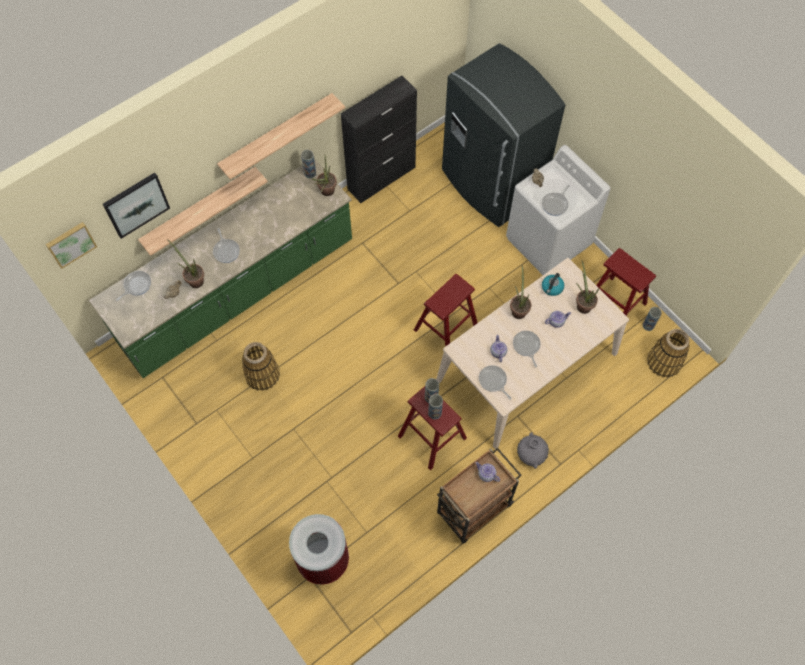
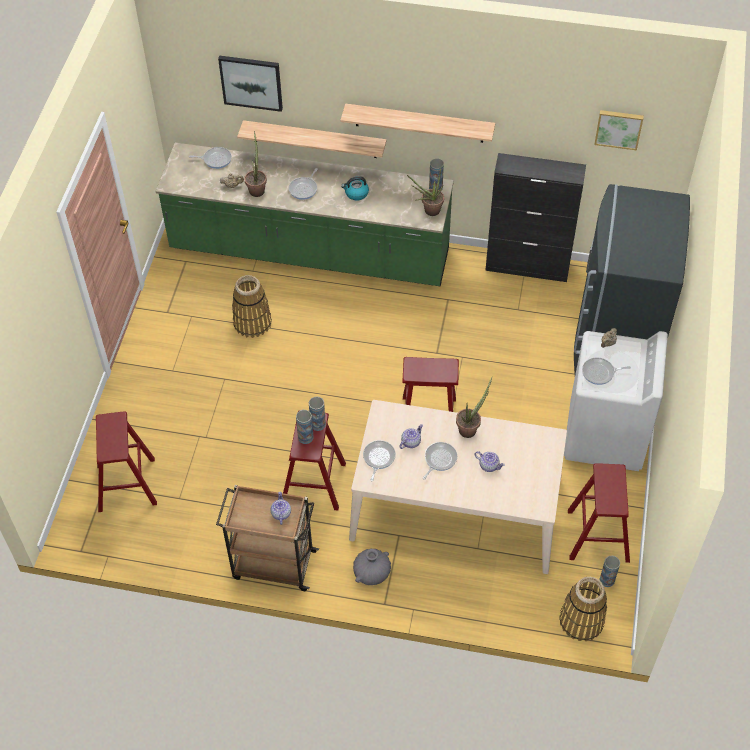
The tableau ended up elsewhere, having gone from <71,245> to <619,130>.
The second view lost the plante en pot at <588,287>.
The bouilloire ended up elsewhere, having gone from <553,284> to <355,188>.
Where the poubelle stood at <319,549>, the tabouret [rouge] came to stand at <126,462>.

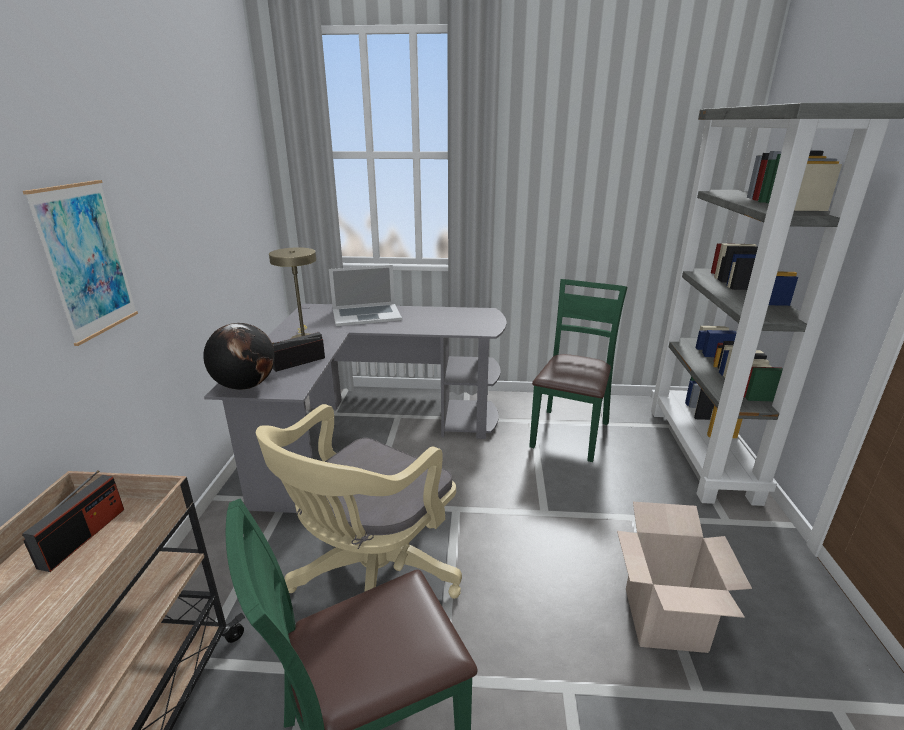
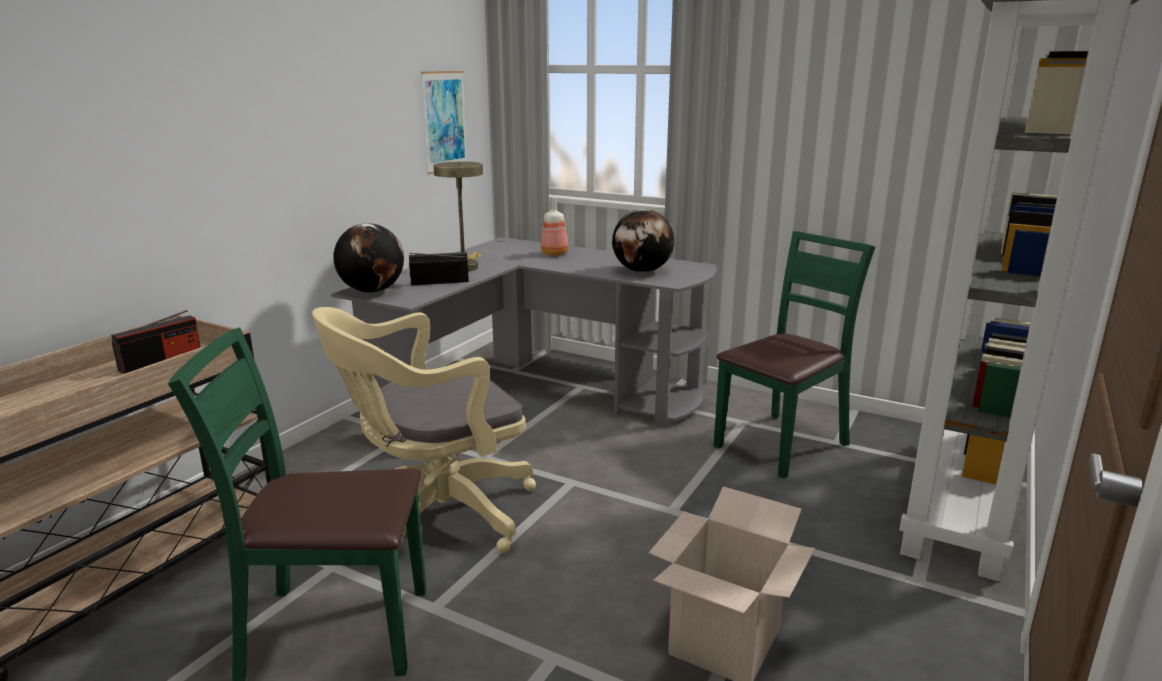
The tableau ended up elsewhere, having gone from <80,263> to <444,122>.
Where the ordinateur portable stood at <365,295>, the bouteille came to stand at <554,226>.
The second view gained the globe at <643,240>.

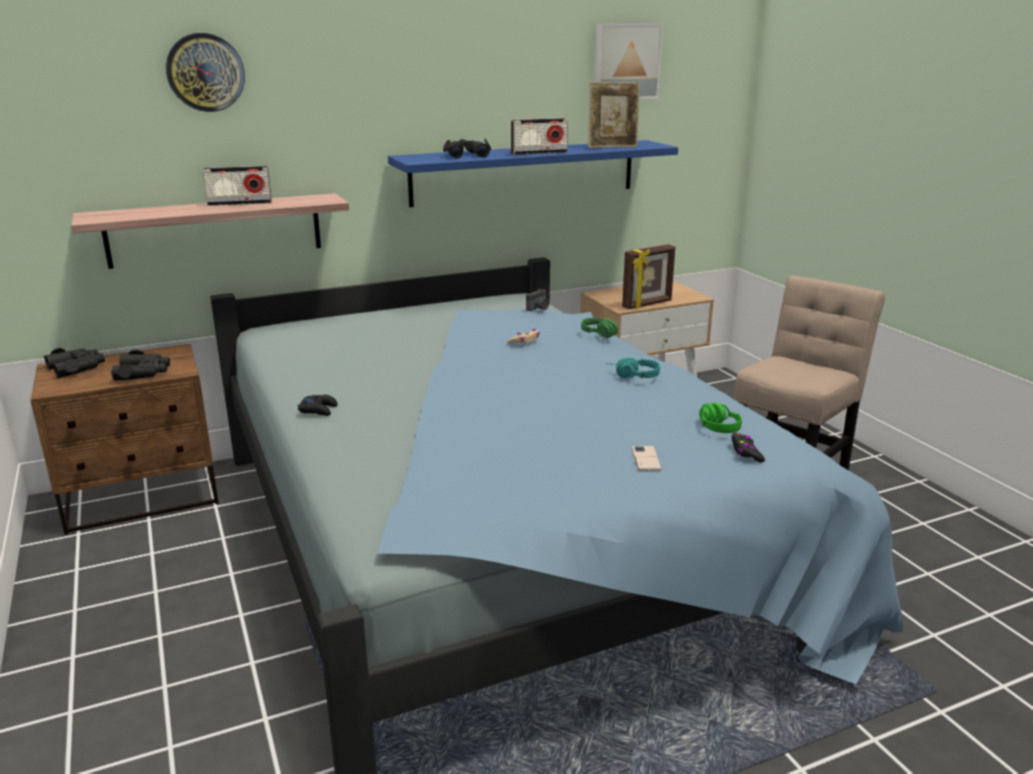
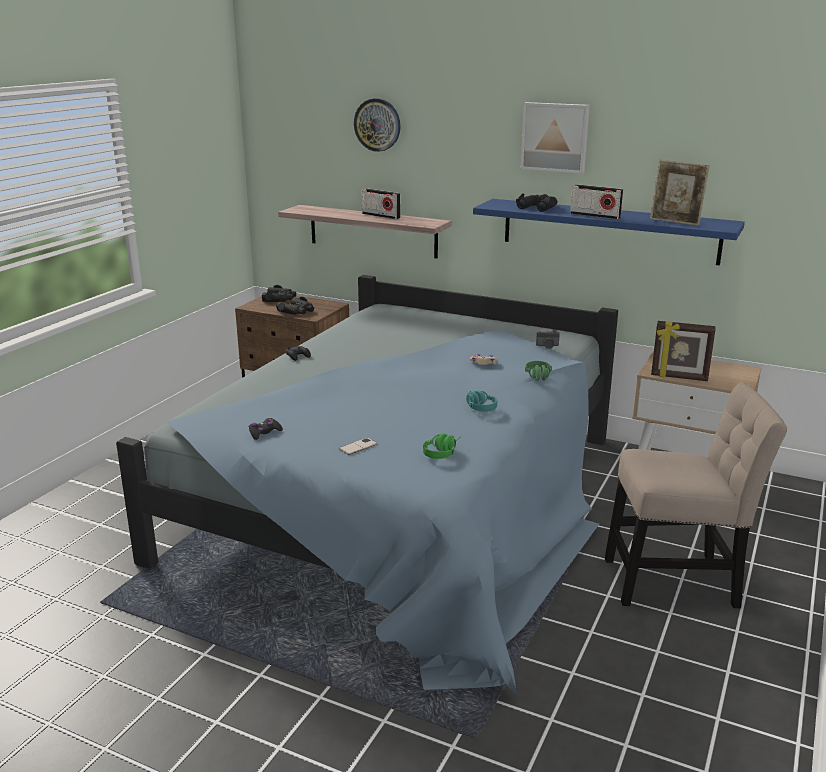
The tableau ended up elsewhere, having gone from <629,61> to <555,137>.
The manette [noir] ended up elsewhere, having gone from <748,447> to <266,429>.

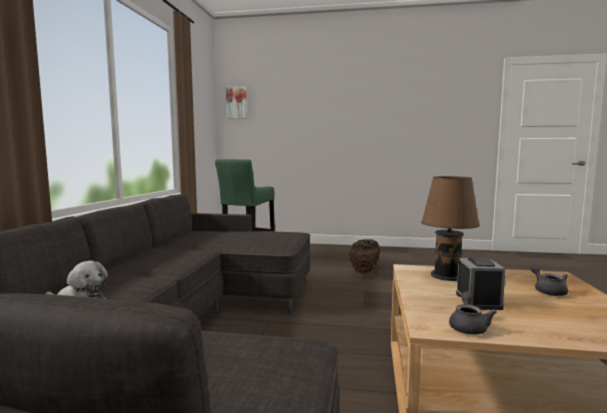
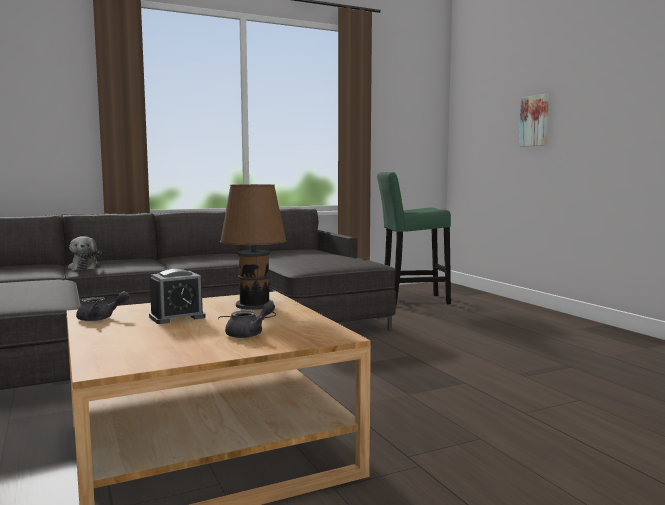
The tableau ended up elsewhere, having gone from <236,102> to <534,120>.
The second view lost the panier at <364,256>.

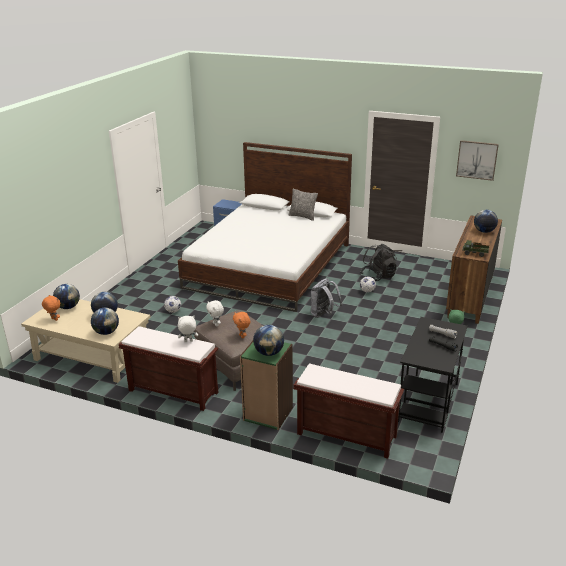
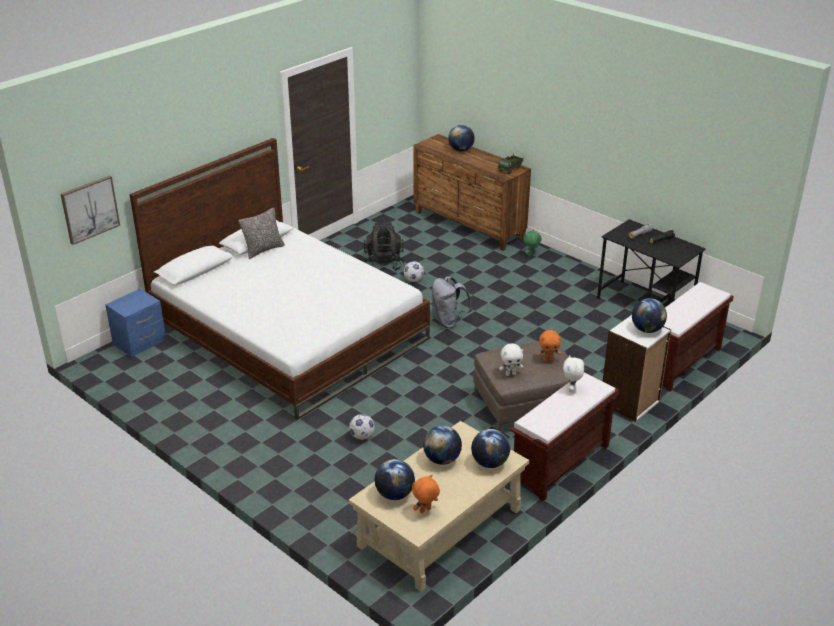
The tableau ended up elsewhere, having gone from <477,160> to <90,210>.
What was the bibliothèque [vert] at <266,385> turned into the bibliothèque [blanc] at <637,368>.

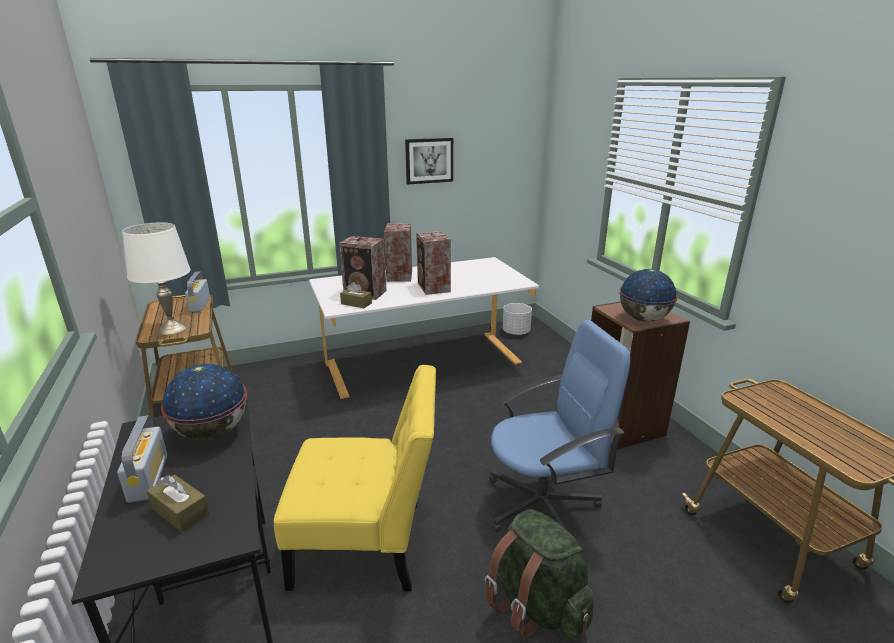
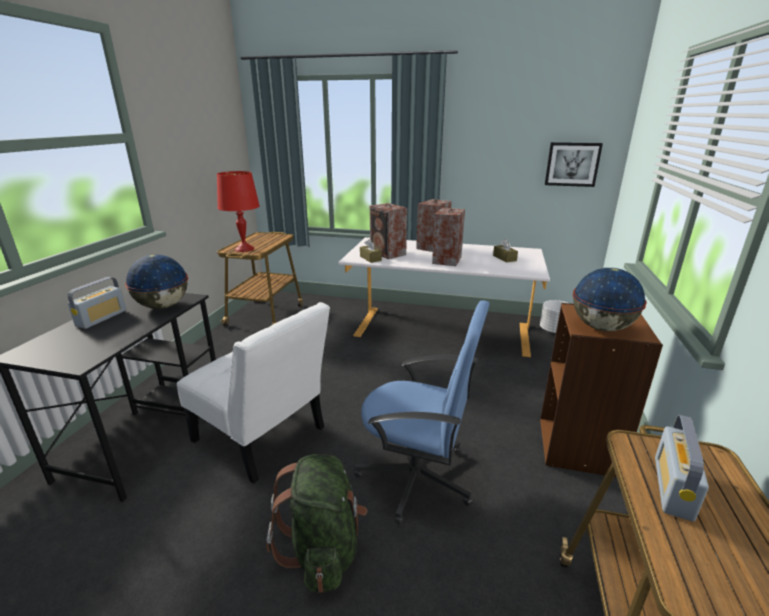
The tableau ended up elsewhere, having gone from <429,161> to <574,164>.
What was the lampe de table [blanc] at <156,278> turned into the lampe de table [rouge] at <238,211>.
The radio ended up elsewhere, having gone from <197,292> to <682,468>.
What was the chaise [jaune] at <355,478> turned into the chaise [blanc] at <253,393>.
The boîte à mouchoirs [marron] ended up elsewhere, having gone from <178,503> to <505,250>.

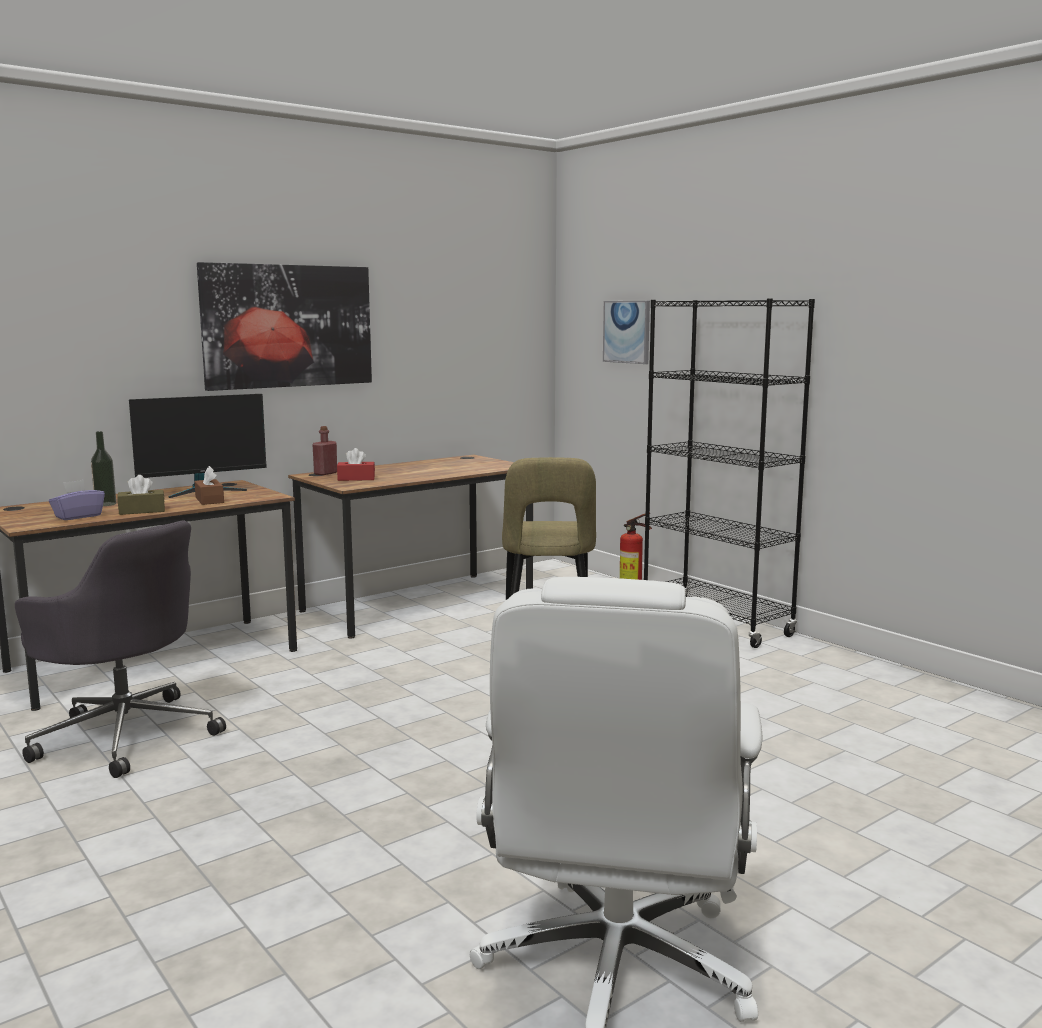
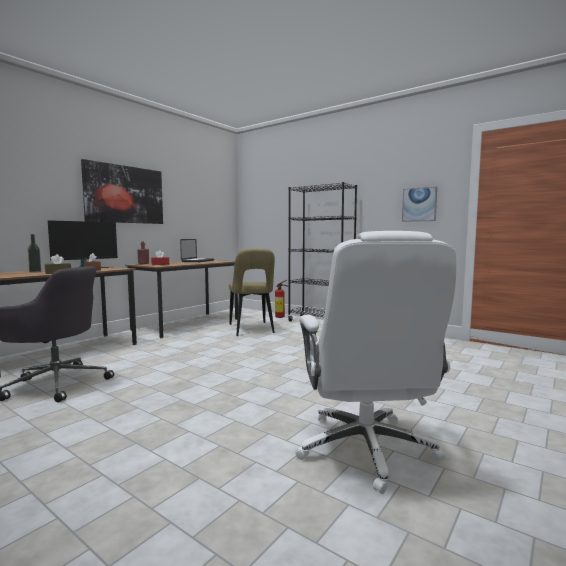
The tableau ended up elsewhere, having gone from <626,332> to <419,204>.
The second view lost the boîte à mouchoirs [violet] at <77,500>.
The second view gained the ordinateur portable at <197,250>.

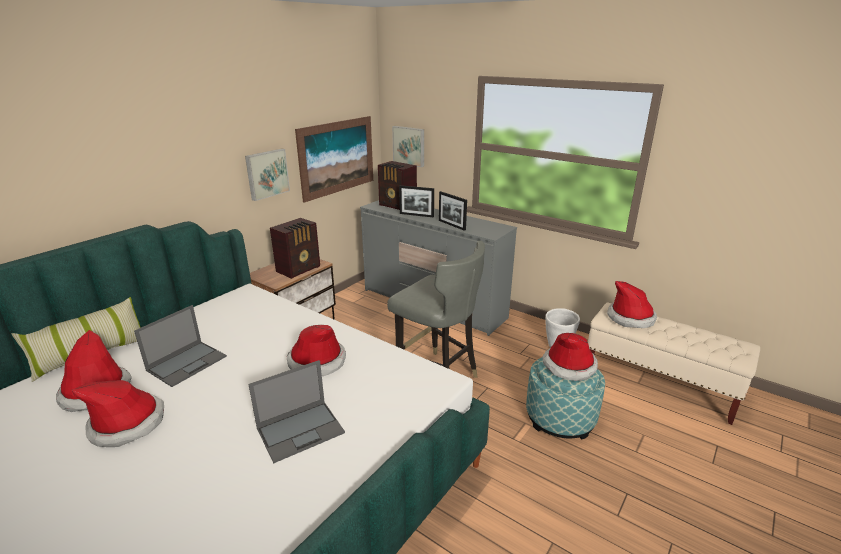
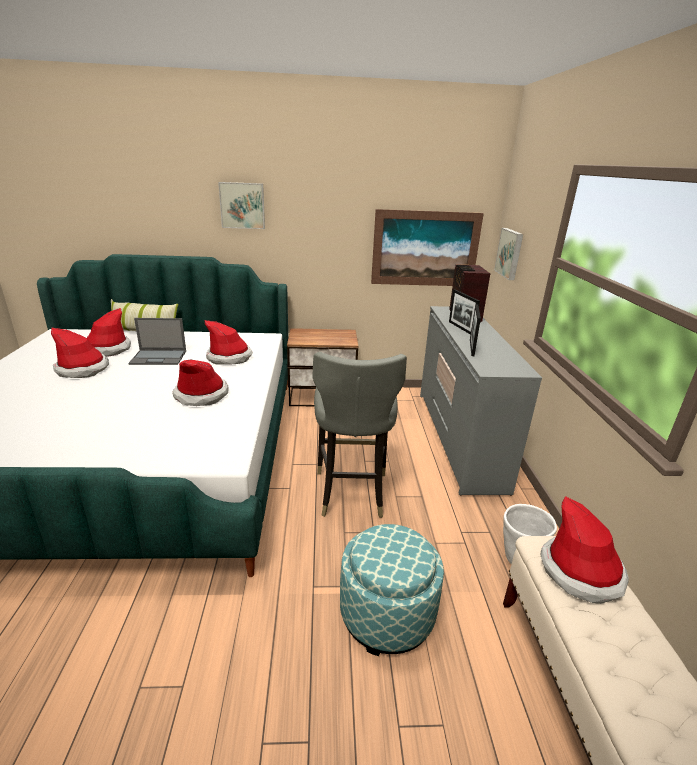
The tableau ended up elsewhere, having gone from <267,174> to <241,205>.
The second view lost the radio at <295,248>.
The chapeau ended up elsewhere, having gone from <570,357> to <229,342>.
The second view lost the ordinateur portable at <296,411>.

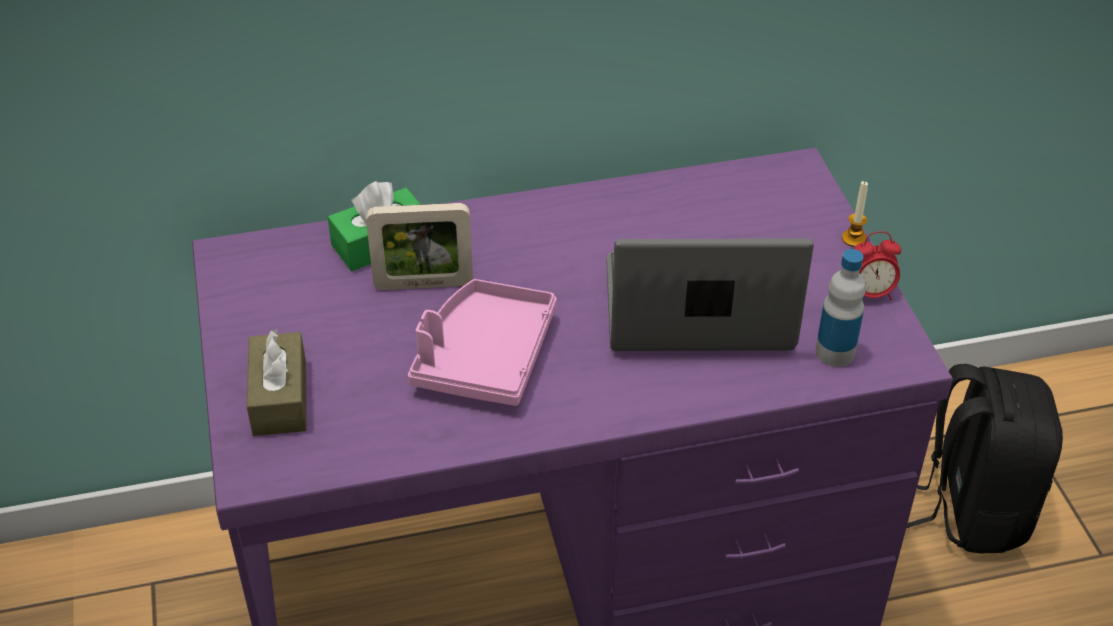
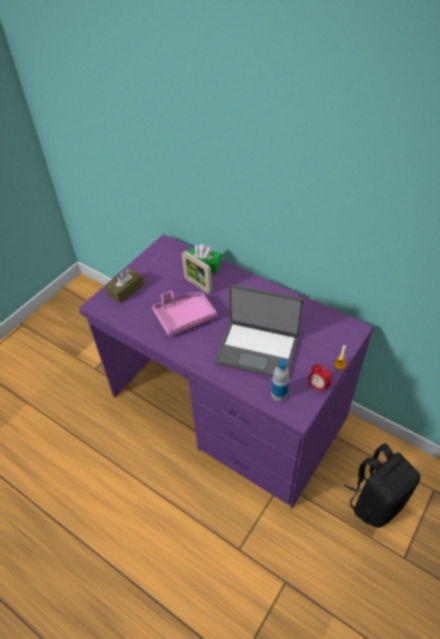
The ordinateur portable at <710,294> ended up facing another way, 150 degrees clockwise from before.

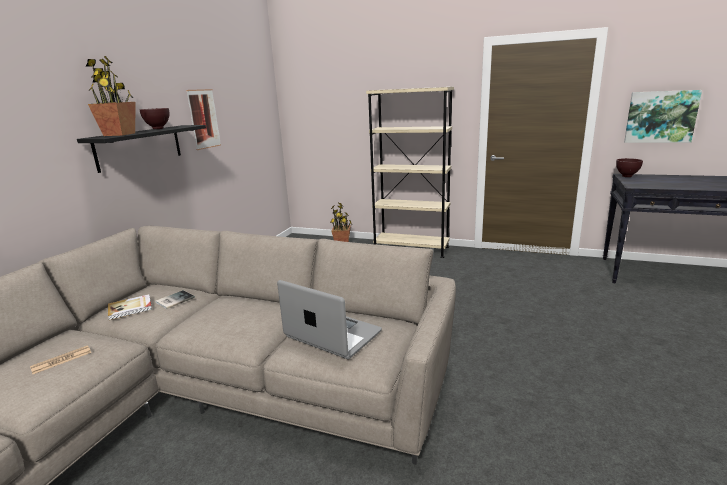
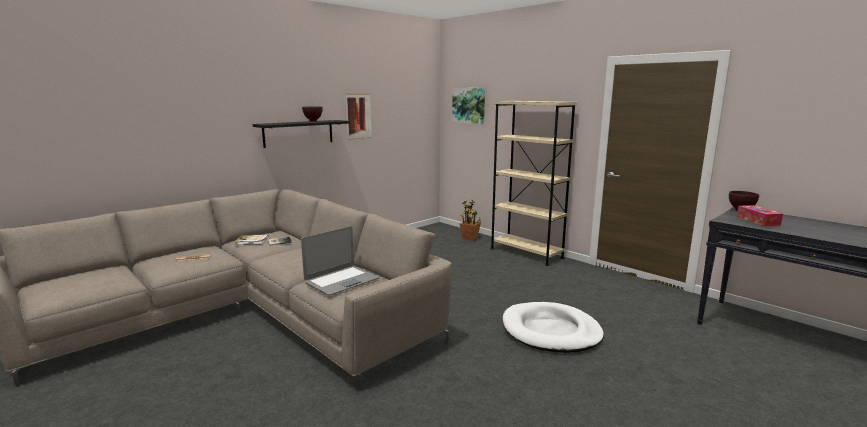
The second view lost the plante en pot at <111,96>.
The tableau ended up elsewhere, having gone from <663,116> to <468,106>.
The ordinateur portable at <329,319> ended up facing another way, 75 degrees clockwise from before.
The second view gained the boîte à mouchoirs at <760,215>.
The second view gained the panier pour chien [blanc] at <553,327>.

